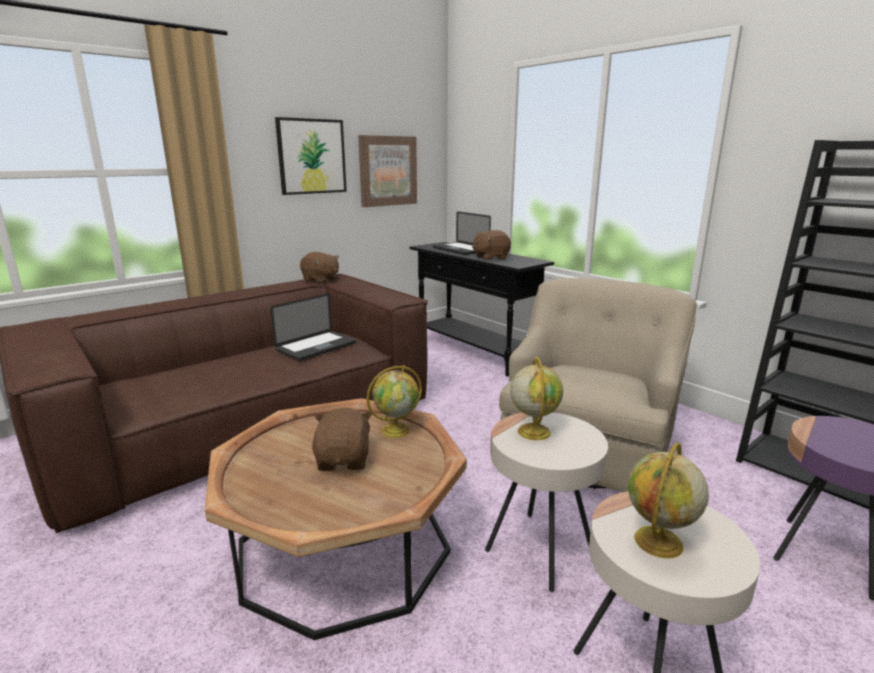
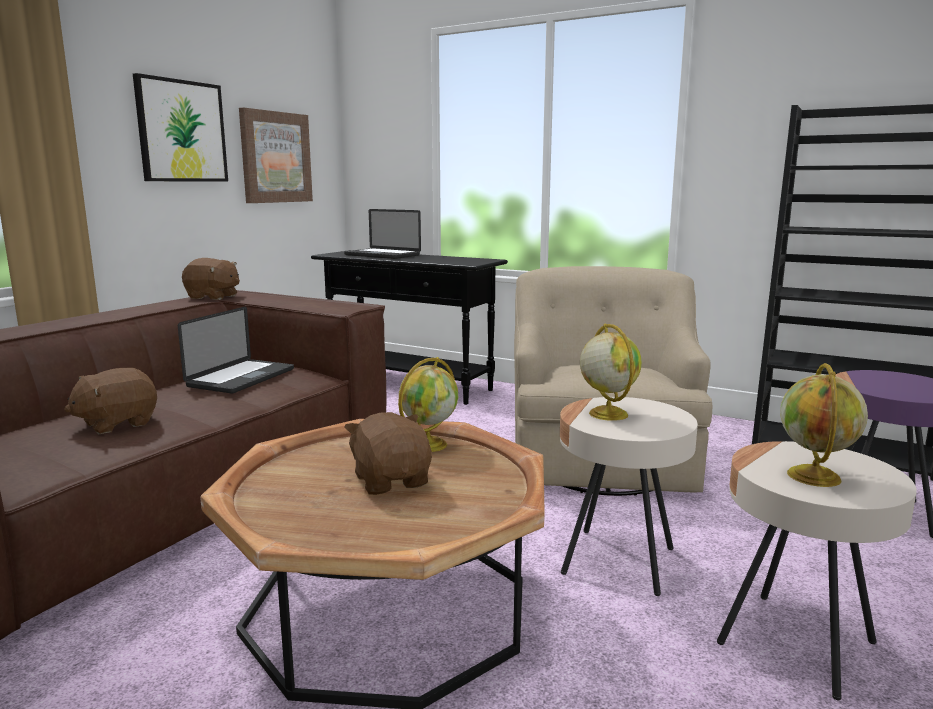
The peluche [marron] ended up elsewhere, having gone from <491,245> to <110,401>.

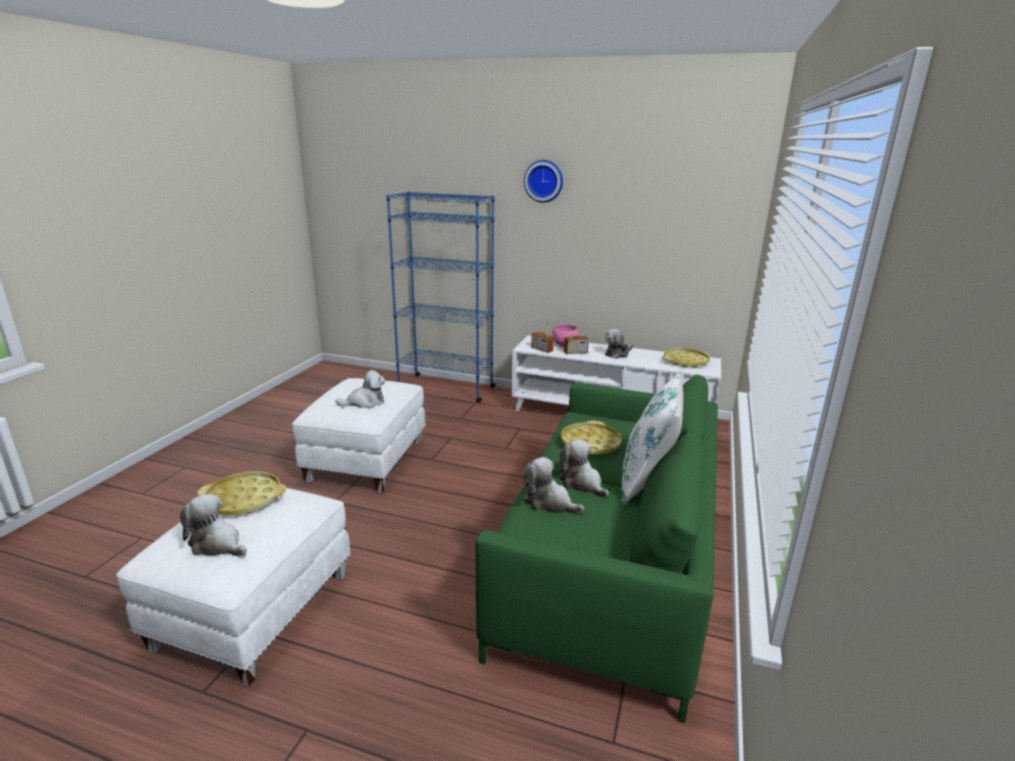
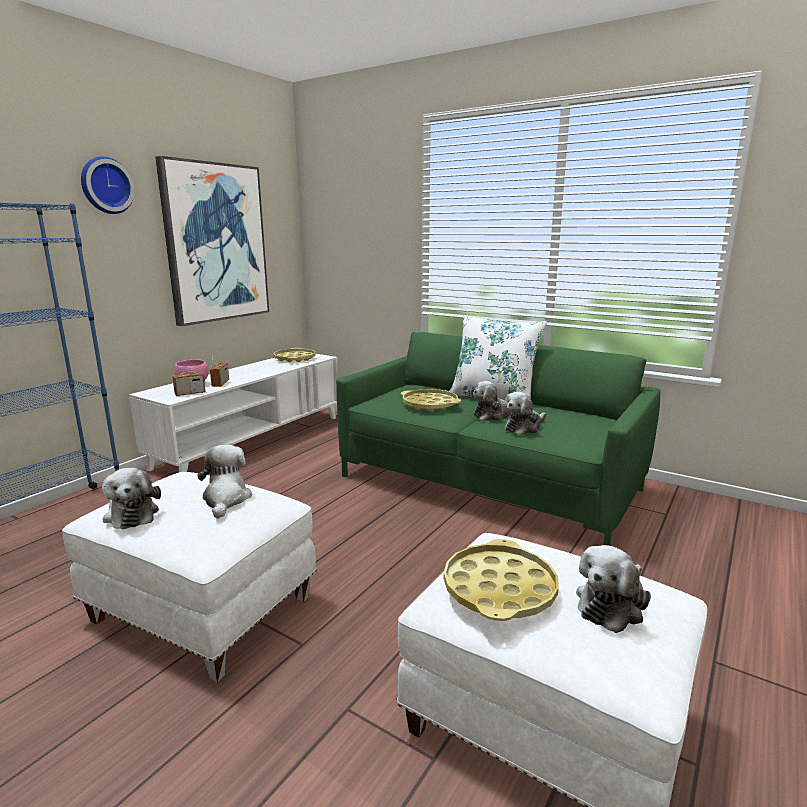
The peluche ended up elsewhere, having gone from <619,344> to <131,498>.
The second view gained the tableau at <212,241>.

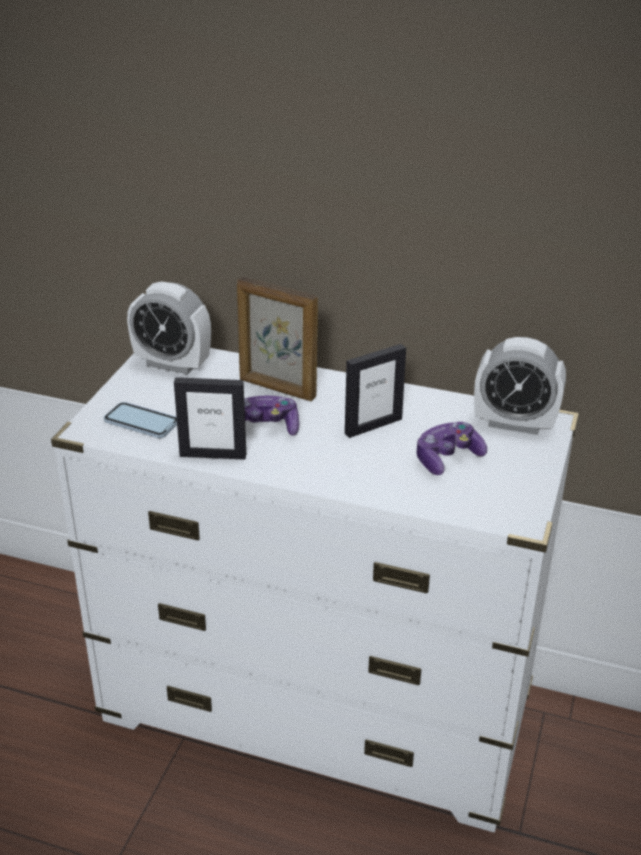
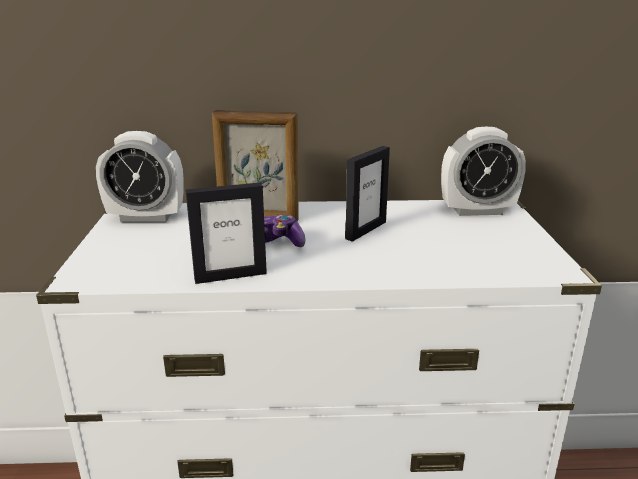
The second view lost the téléphone at <140,420>.
The second view lost the manette at <452,448>.

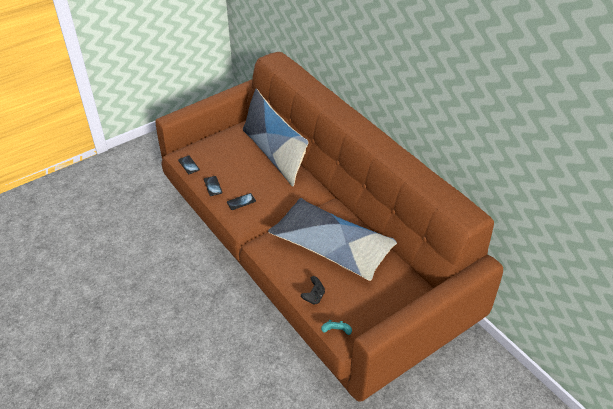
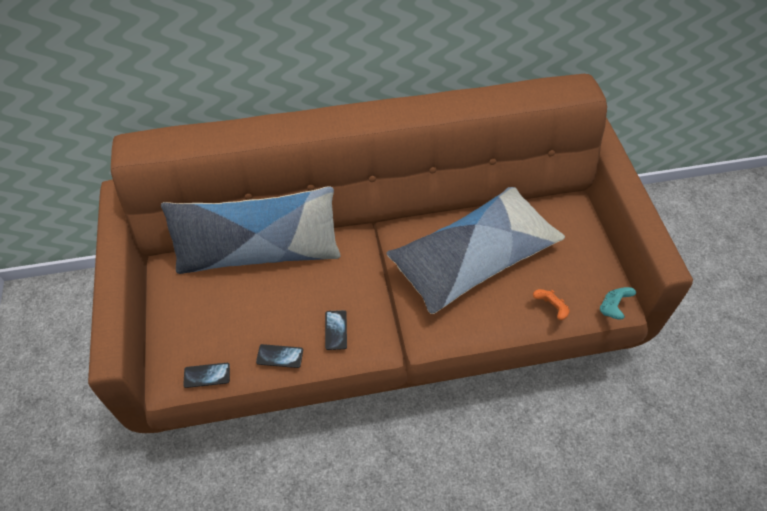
What was the manette [noir] at <313,290> turned into the manette [orange] at <551,304>.

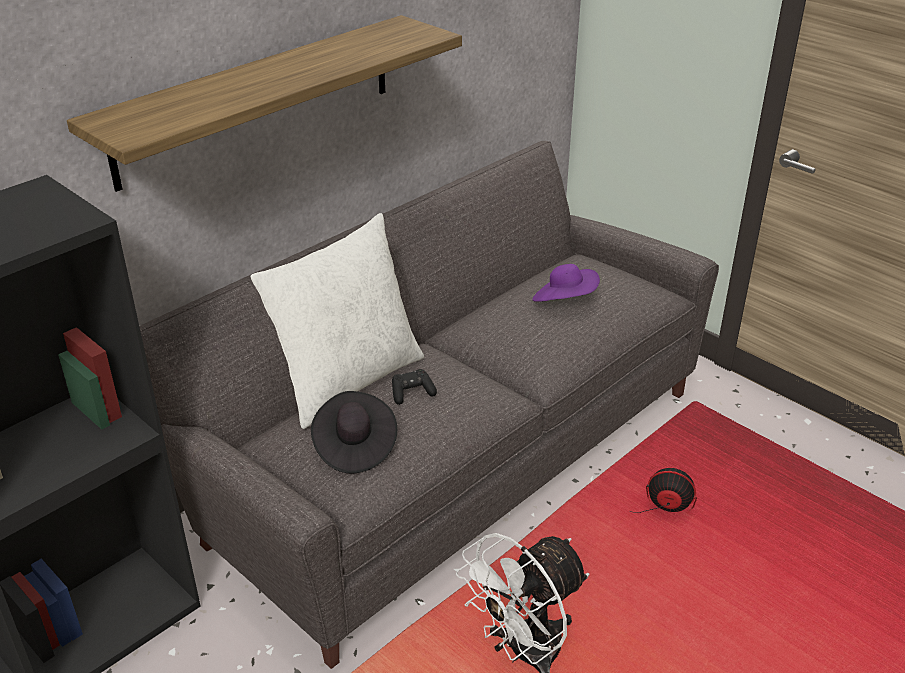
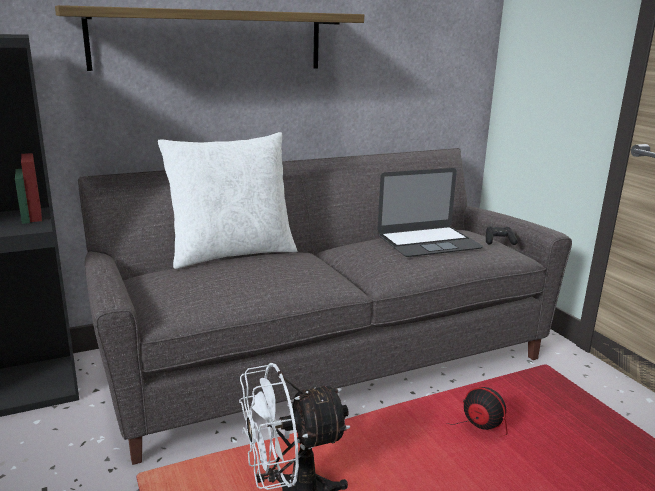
Where the chapeau [violet] stood at <566,282>, the ordinateur portable came to stand at <430,212>.
The manette [noir] ended up elsewhere, having gone from <414,387> to <502,236>.
The second view lost the chapeau [noir] at <354,432>.

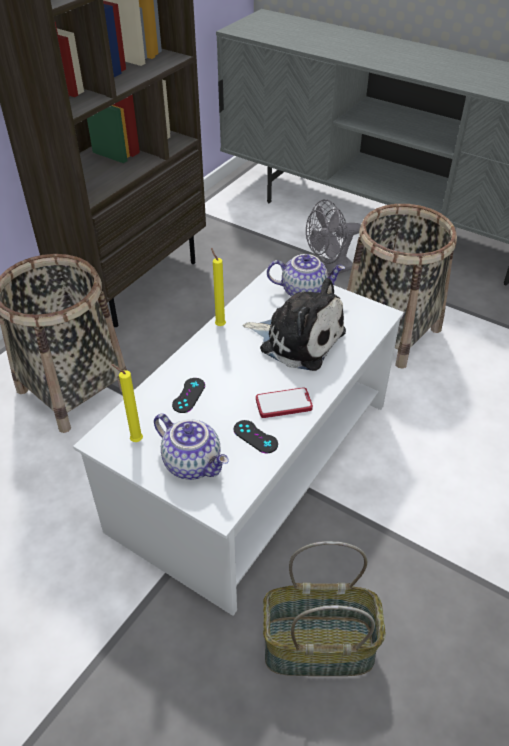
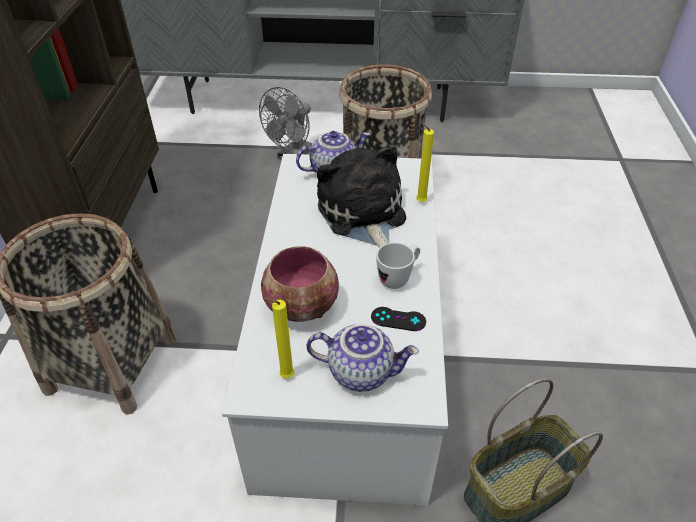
The bougie [jaune] ended up elsewhere, having gone from <218,287> to <425,161>.
The peluche at <294,324> ended up facing another way, 105 degrees counterclockwise from before.
Where the manette [noir] stood at <188,395>, the bol came to stand at <300,284>.
Where the téléphone stood at <284,402>, the mug [blanc] came to stand at <398,265>.

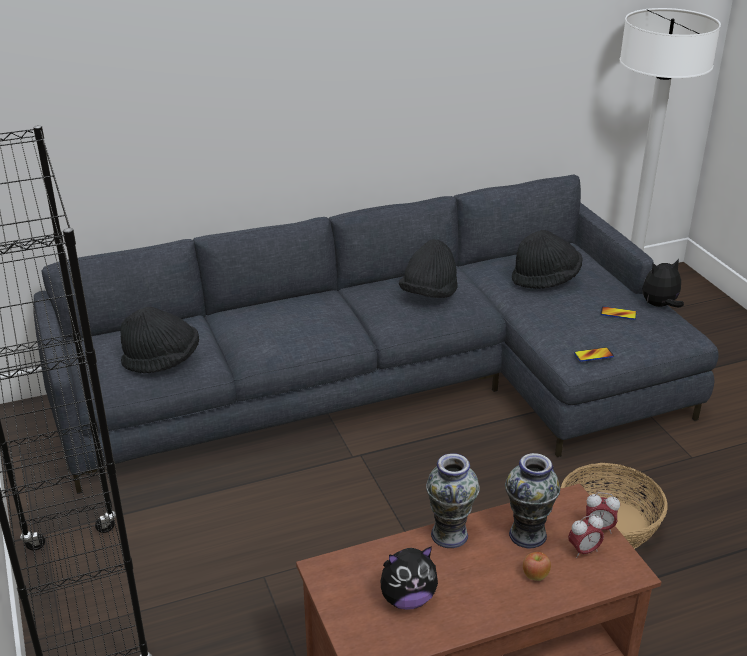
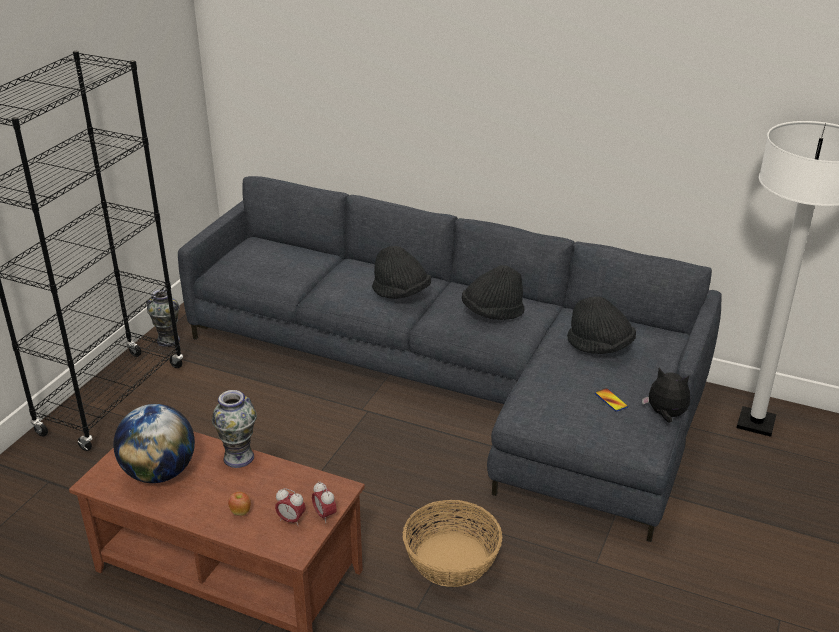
The chapeau [noir] ended up elsewhere, having gone from <159,340> to <401,272>.
The second view lost the téléphone at <594,354>.
The vase ended up elsewhere, having gone from <532,500> to <163,318>.
Where the peluche stood at <409,578>, the globe came to stand at <154,443>.

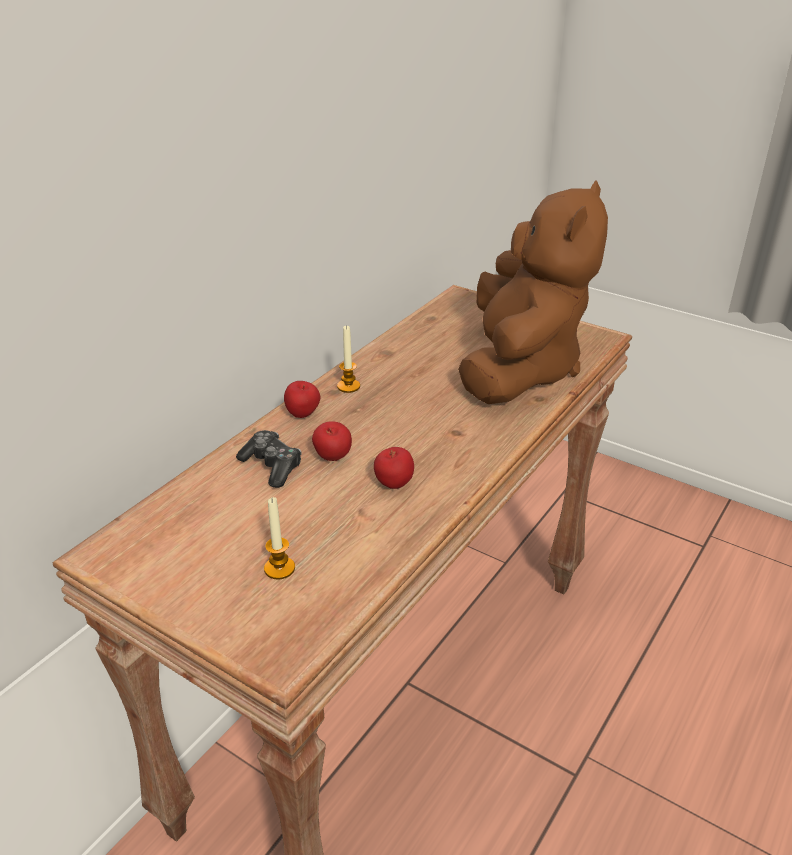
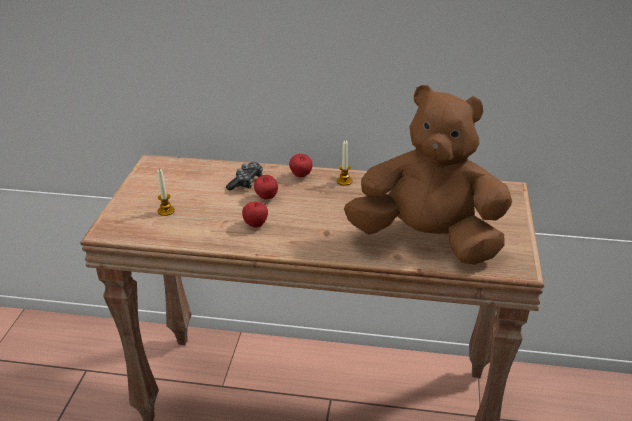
The peluche [marron] at <533,292> ended up facing another way, 150 degrees counterclockwise from before.

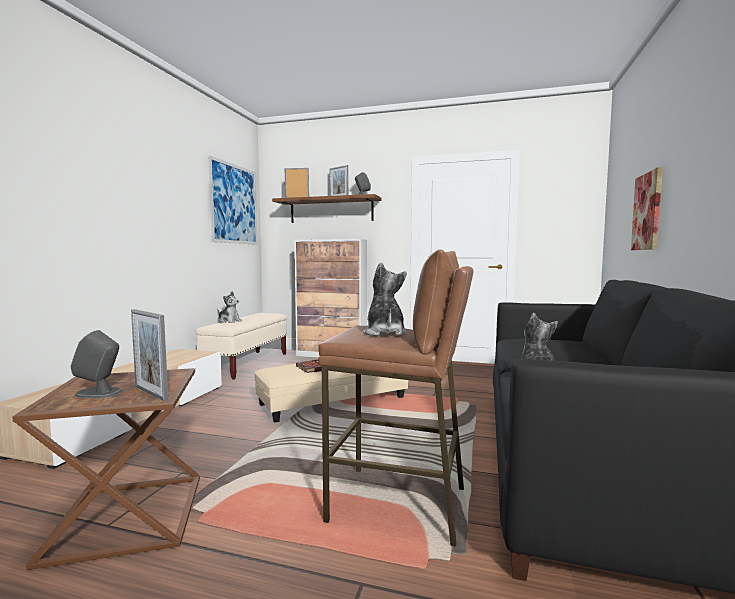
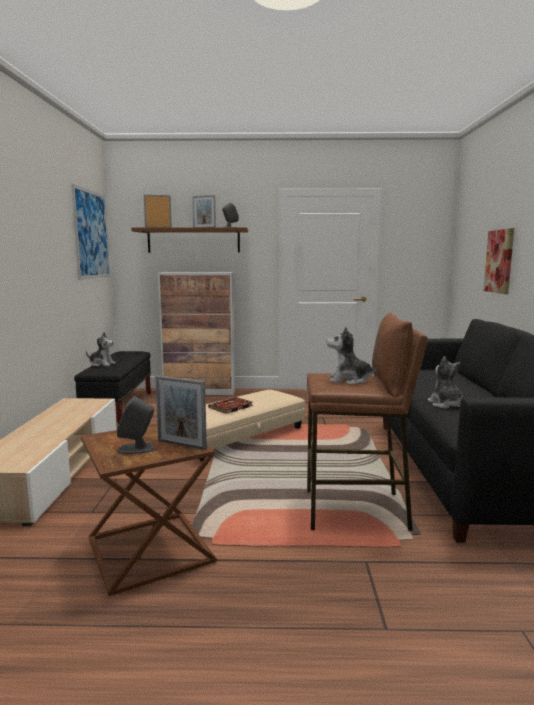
The peluche at <385,299> ended up facing another way, 60 degrees counterclockwise from before.
What was the banc [beige] at <241,346> turned into the banc [noir] at <112,387>.

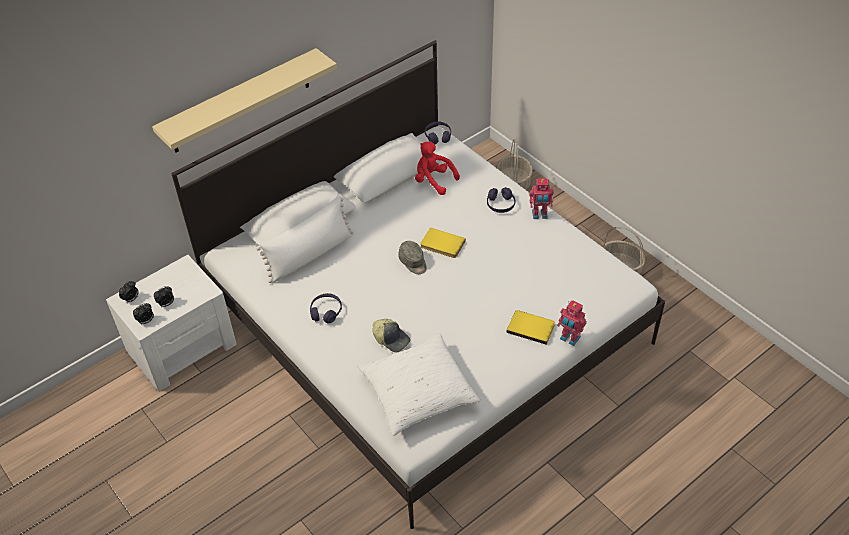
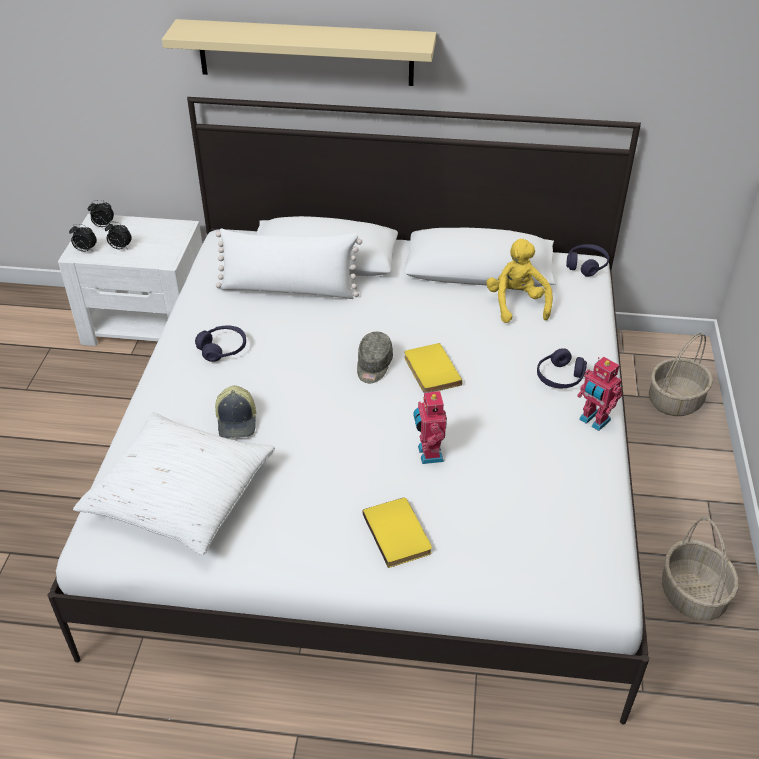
What was the peluche [rouge] at <437,168> turned into the peluche [jaune] at <519,281>.
The robot jouet ended up elsewhere, having gone from <572,323> to <430,426>.

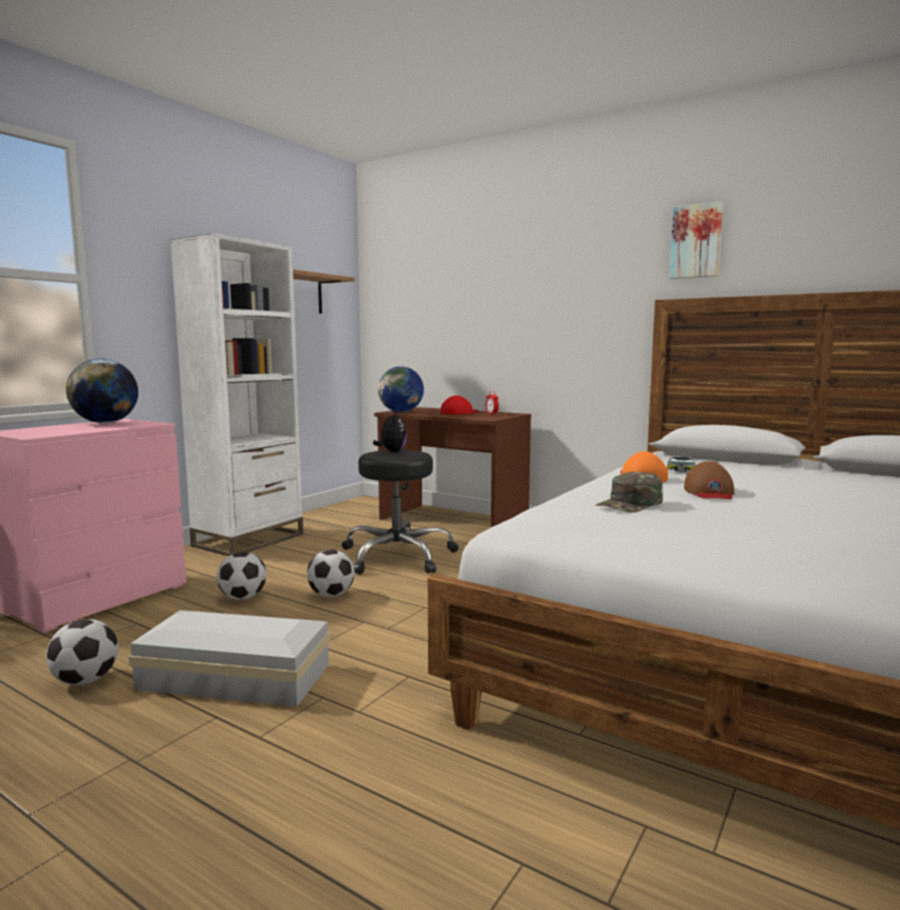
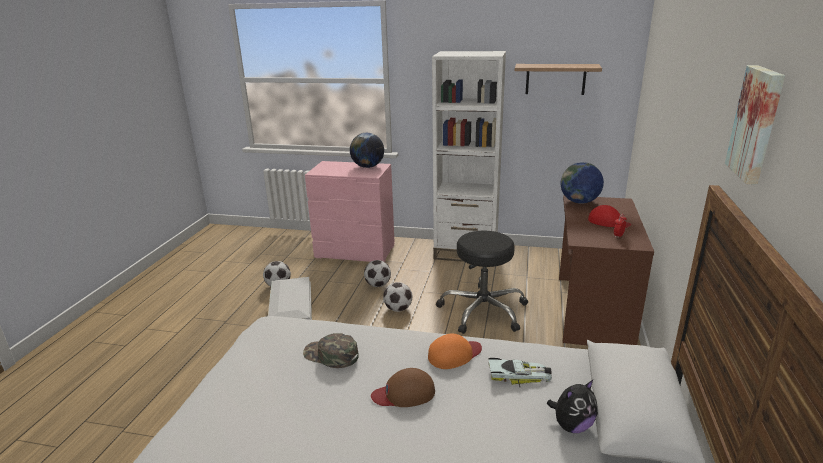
The peluche ended up elsewhere, having gone from <390,432> to <572,406>.

